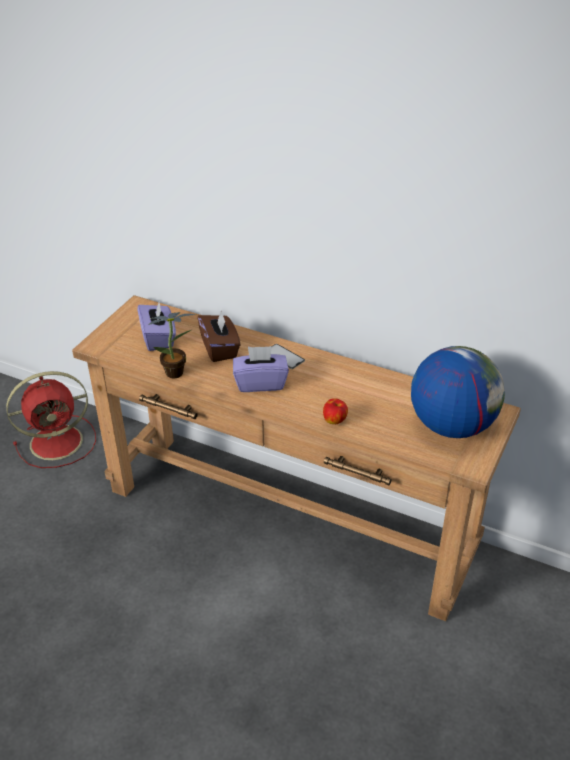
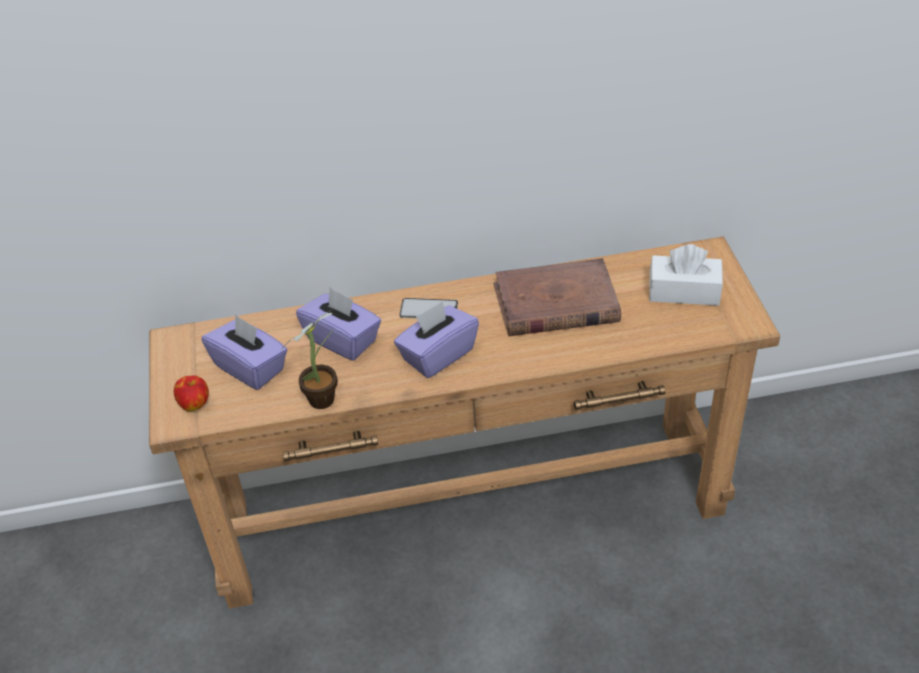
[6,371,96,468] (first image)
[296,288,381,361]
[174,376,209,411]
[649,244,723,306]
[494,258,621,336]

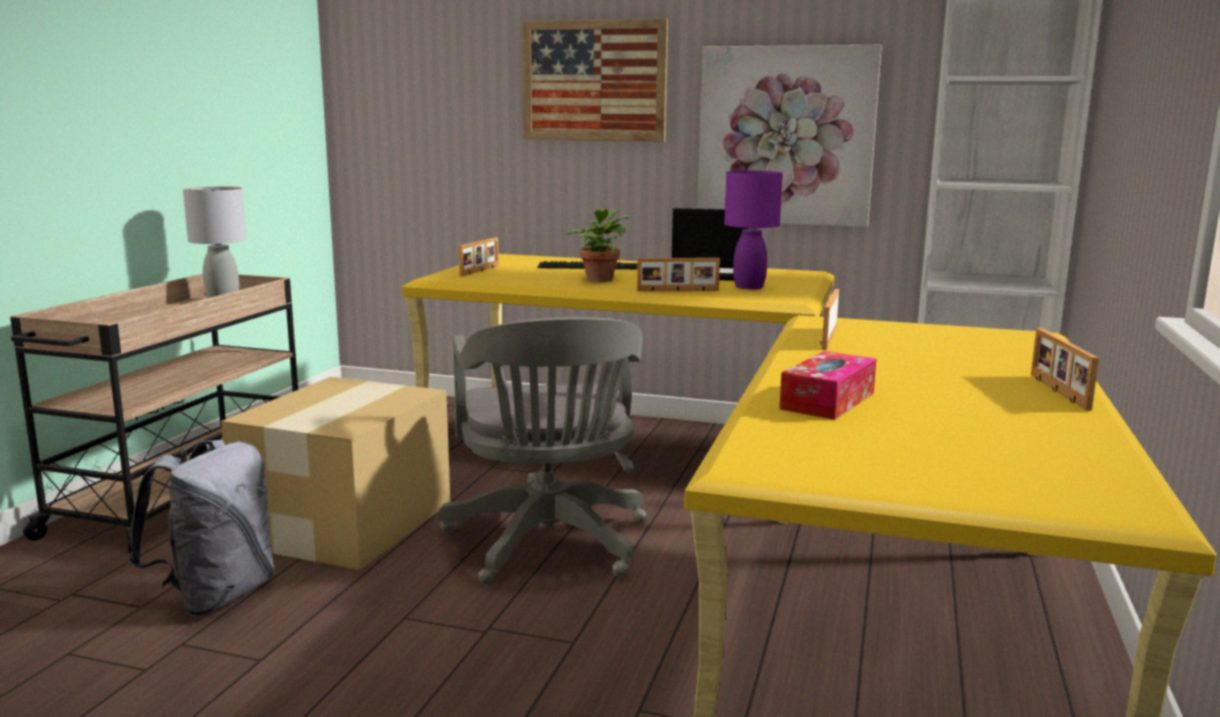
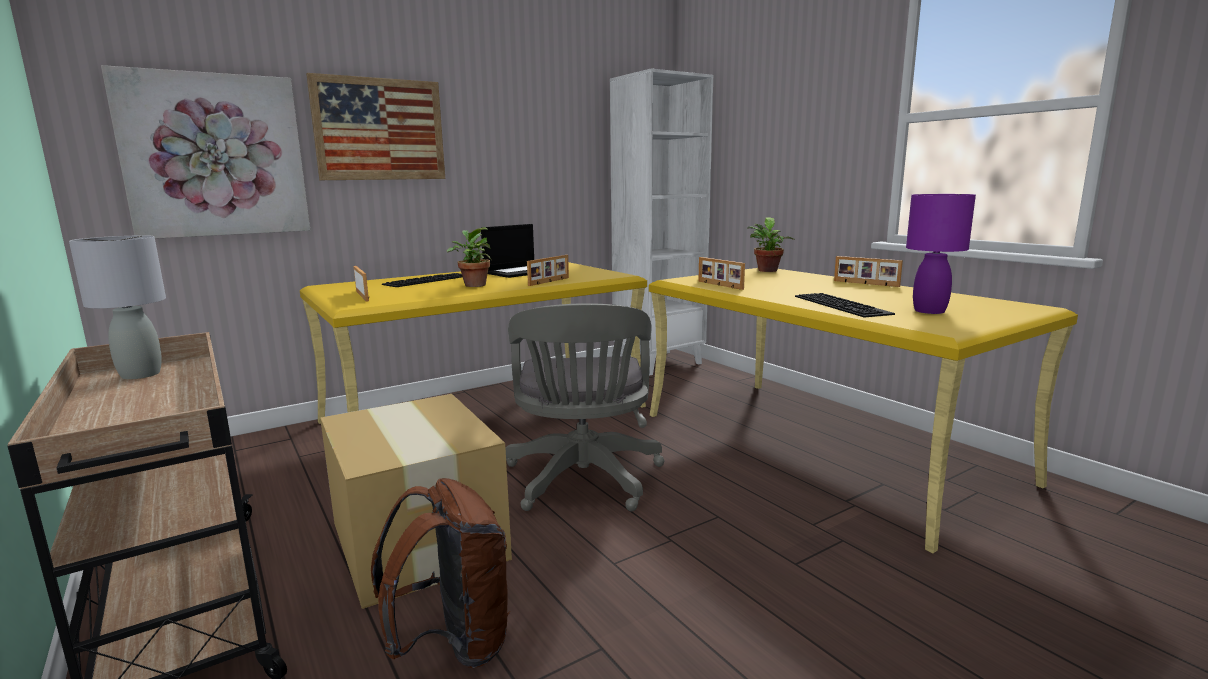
[371,478,510,668]
[506,303,664,511]
[101,65,310,239]
[906,194,976,314]
[795,293,895,318]
[747,217,795,272]

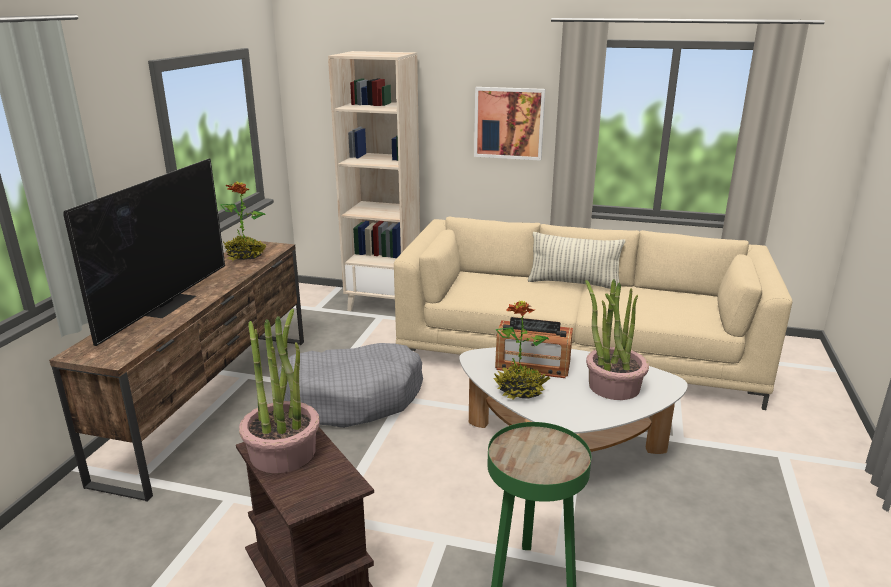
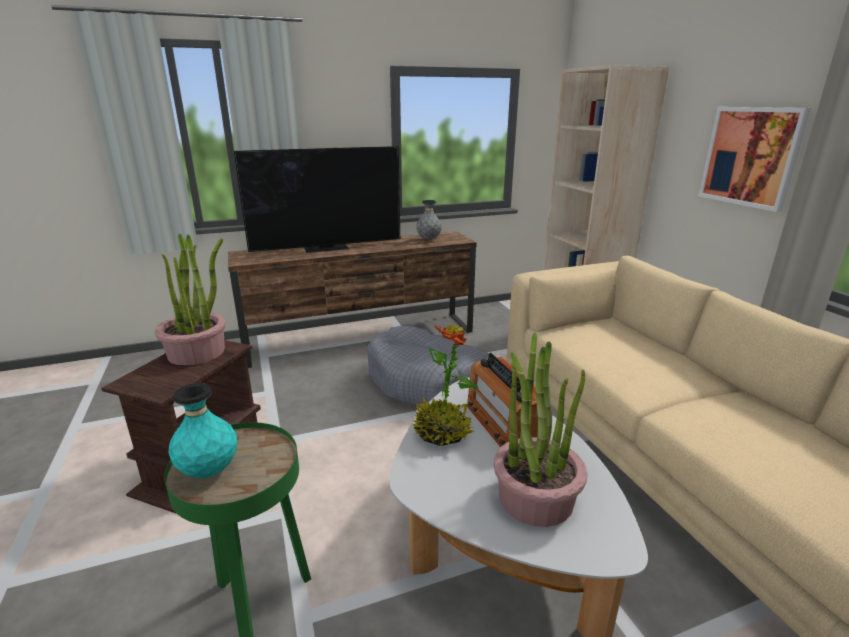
[416,200,442,240]
[528,232,625,291] (first image)
[168,383,237,478]

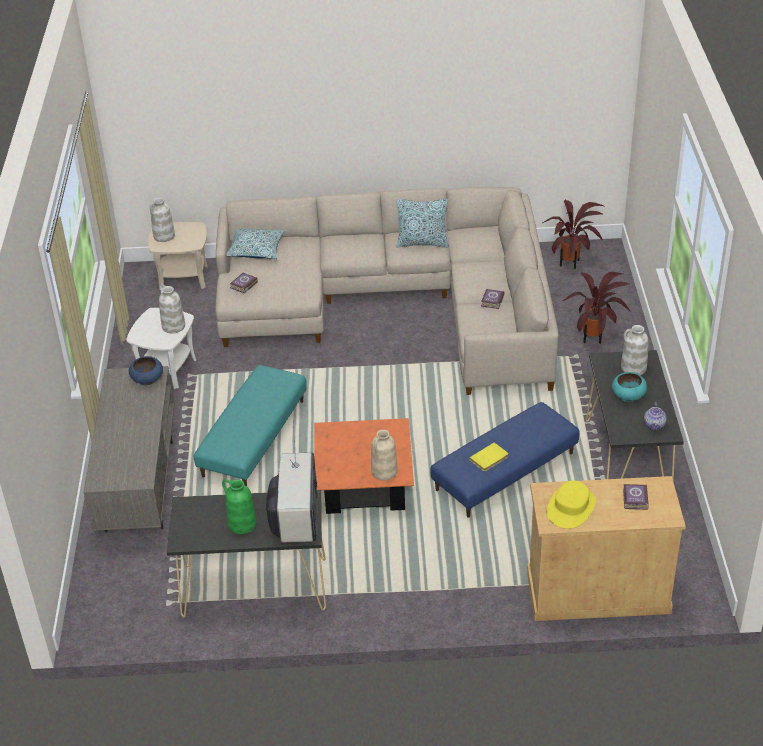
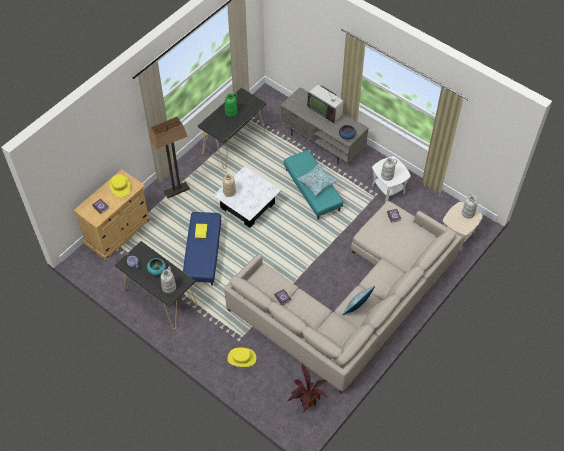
[297,164,338,196]
[307,85,344,123]
[213,166,281,228]
[228,348,256,367]
[149,116,190,198]

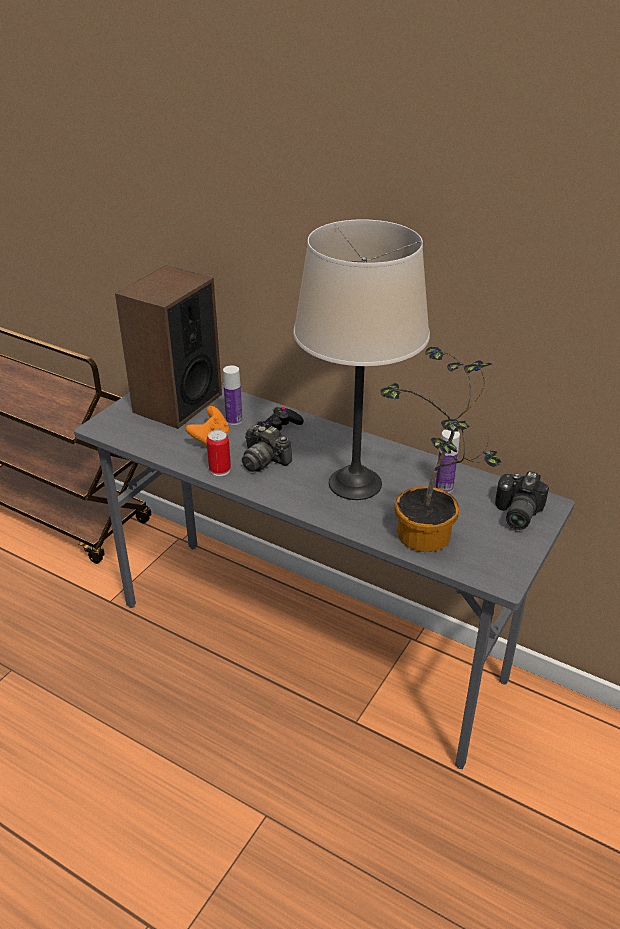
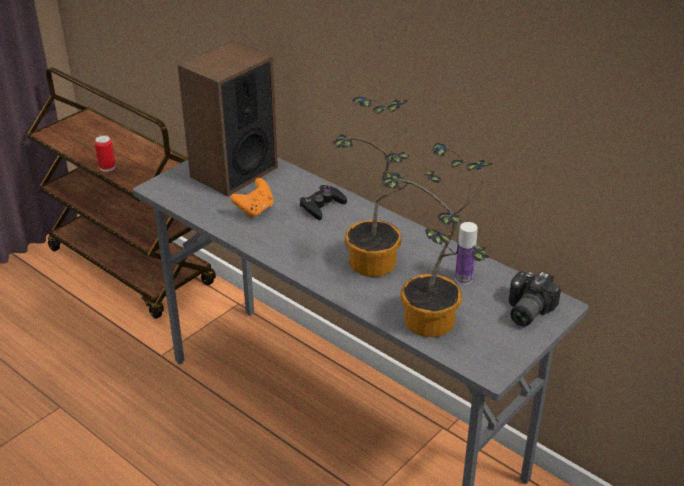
[95,135,116,172]
[223,365,242,425] (first image)
[242,425,292,472] (first image)
[333,97,441,277]

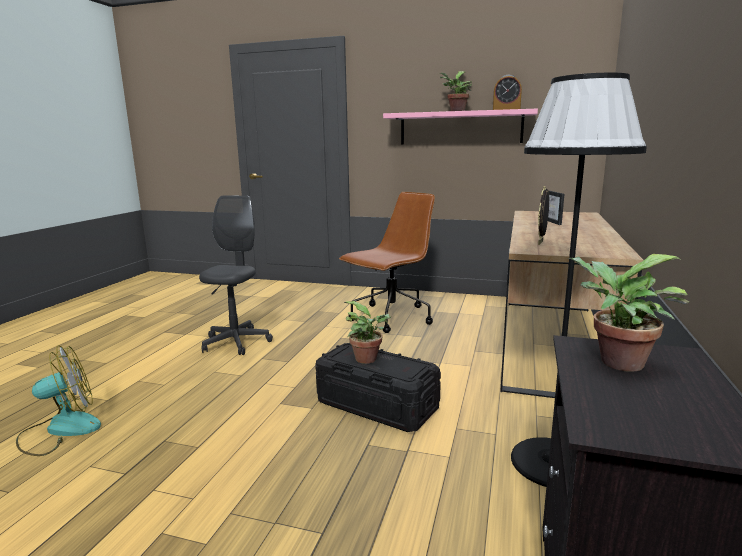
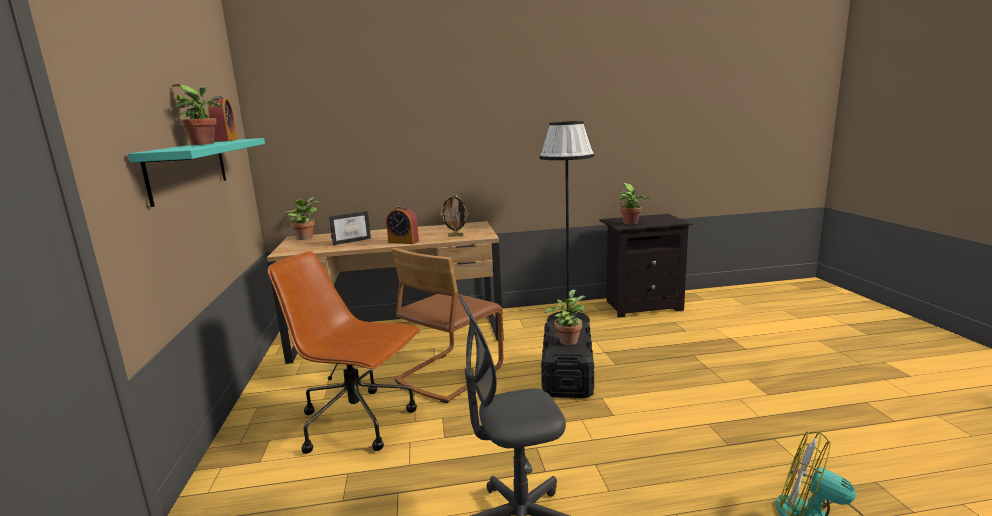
[128,138,265,207]
[283,198,319,240]
[386,206,419,244]
[392,248,503,403]

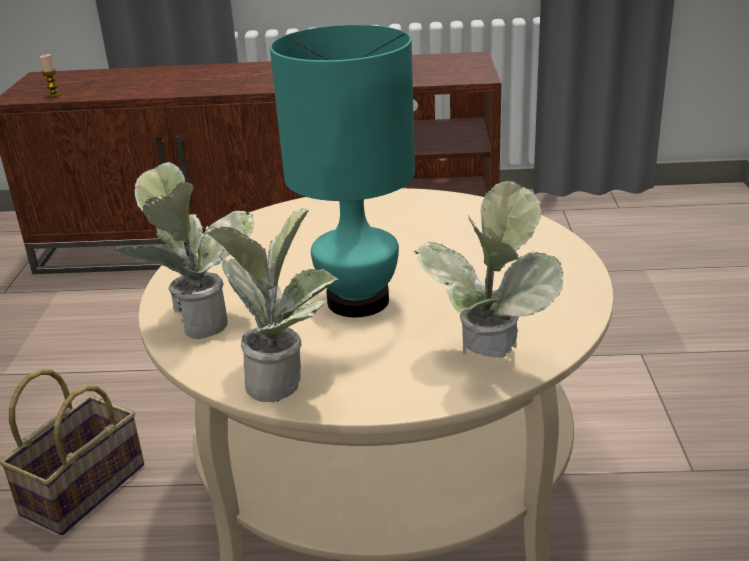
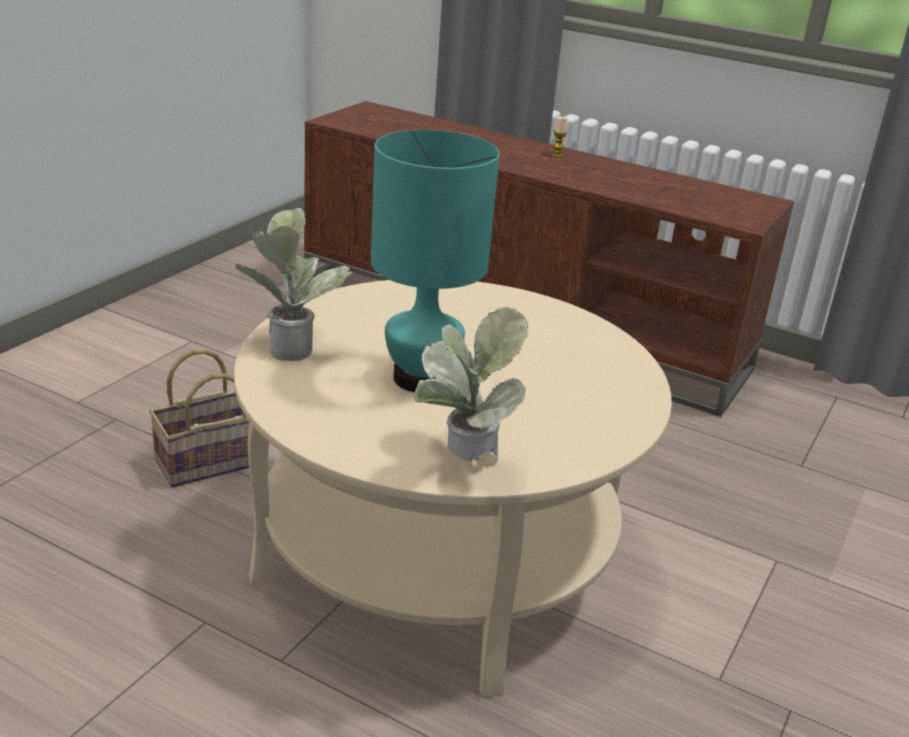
[551,116,568,157]
[204,208,339,402] (first image)

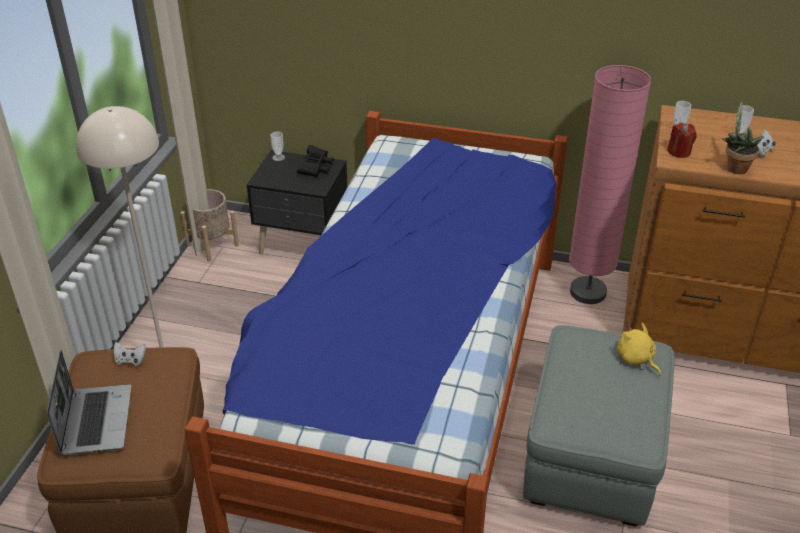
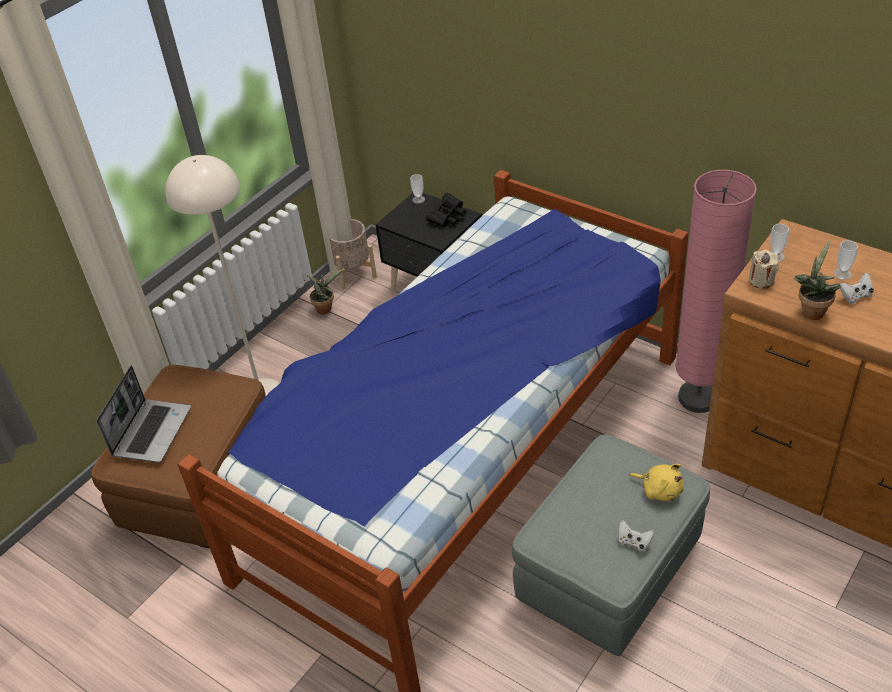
[618,520,654,552]
[630,464,684,501]
[749,250,779,289]
[306,268,344,314]

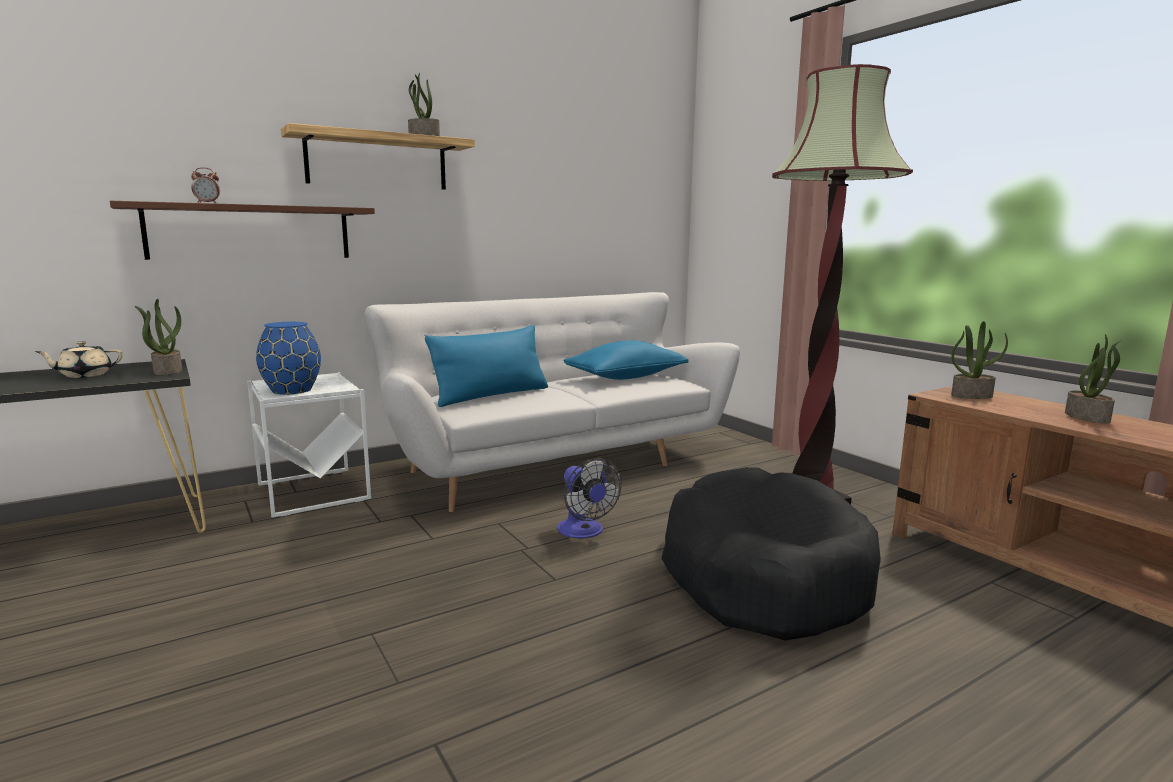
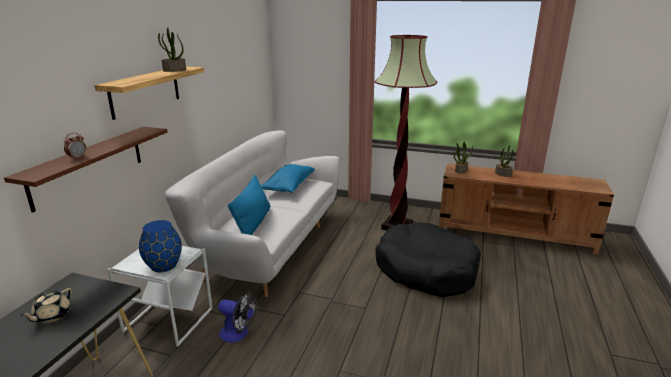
[135,299,182,375] (first image)
[218,293,257,343]

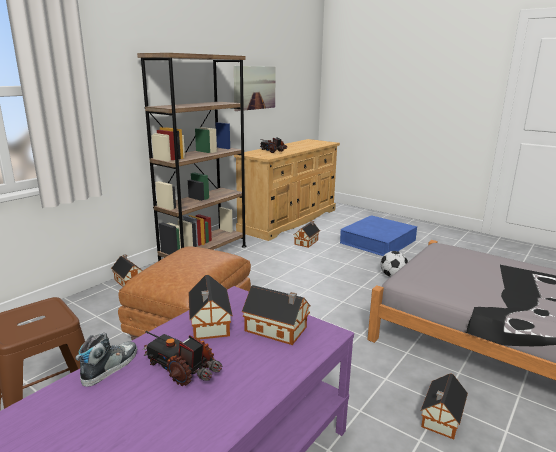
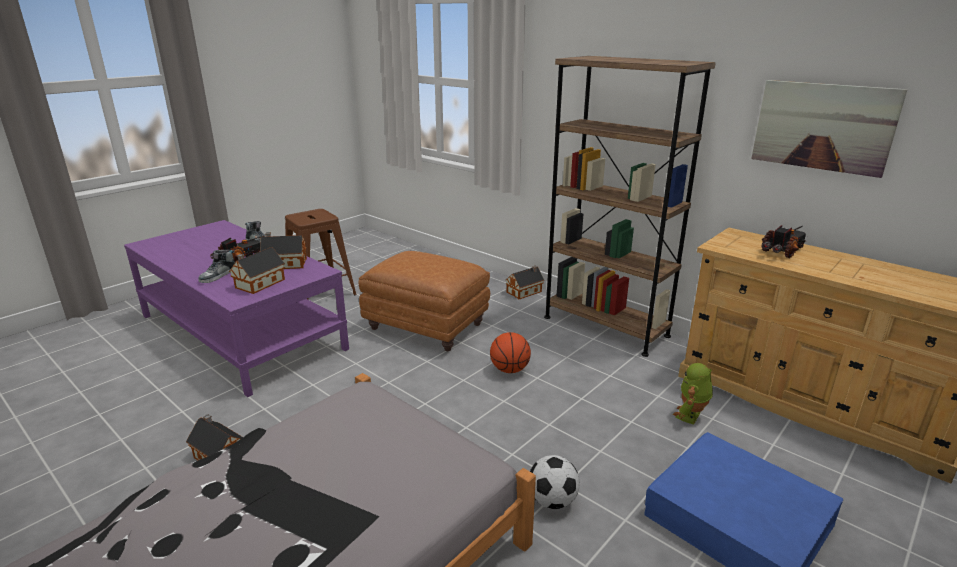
[673,363,713,425]
[198,250,235,283]
[490,332,531,373]

